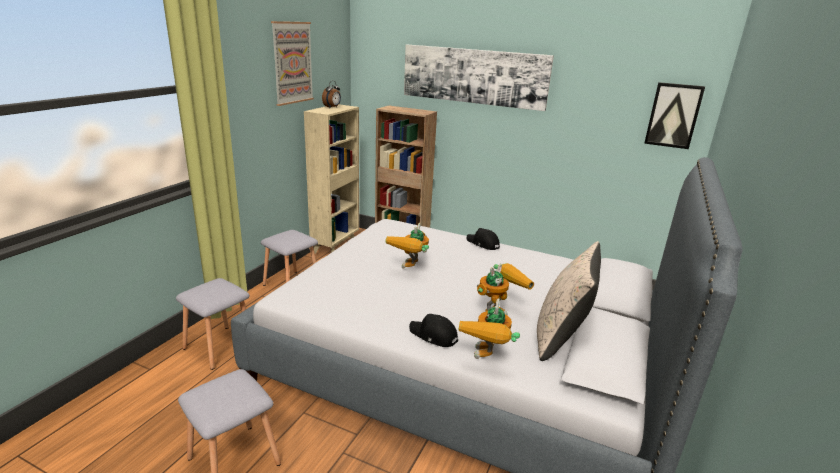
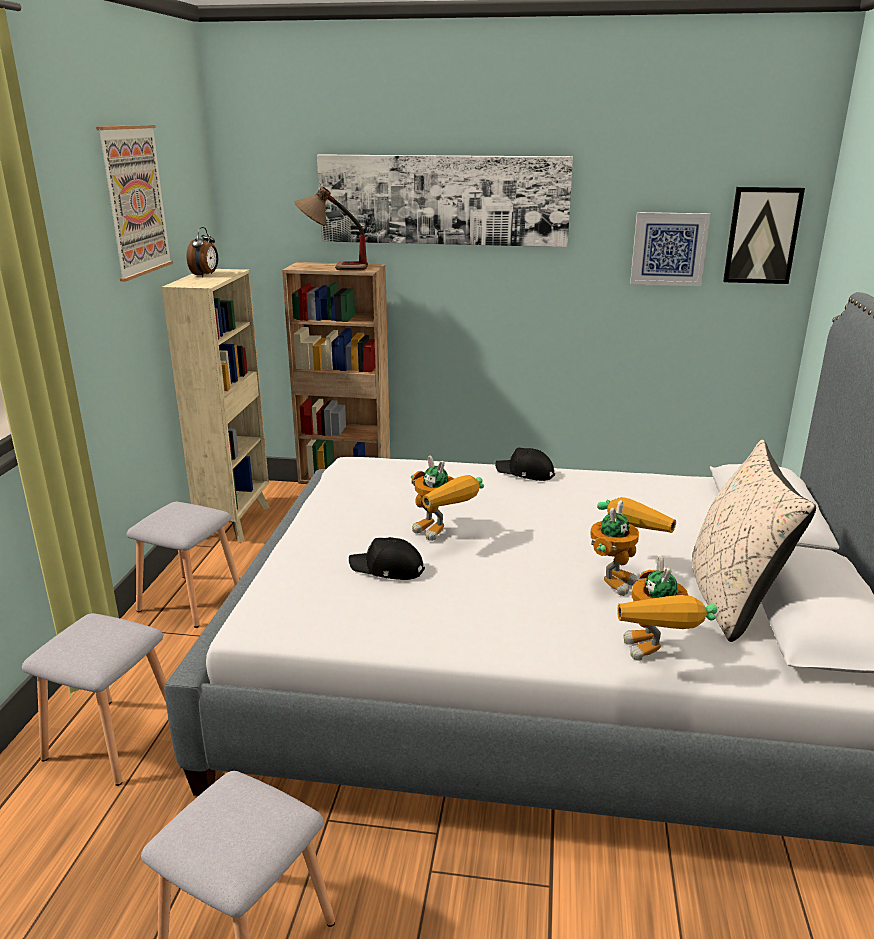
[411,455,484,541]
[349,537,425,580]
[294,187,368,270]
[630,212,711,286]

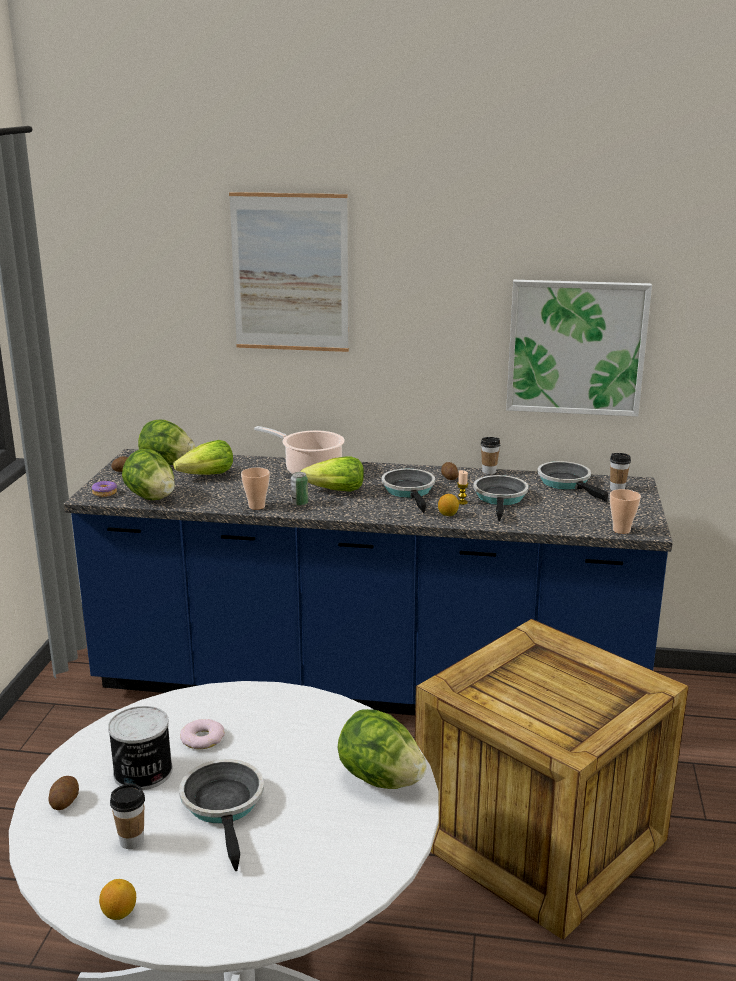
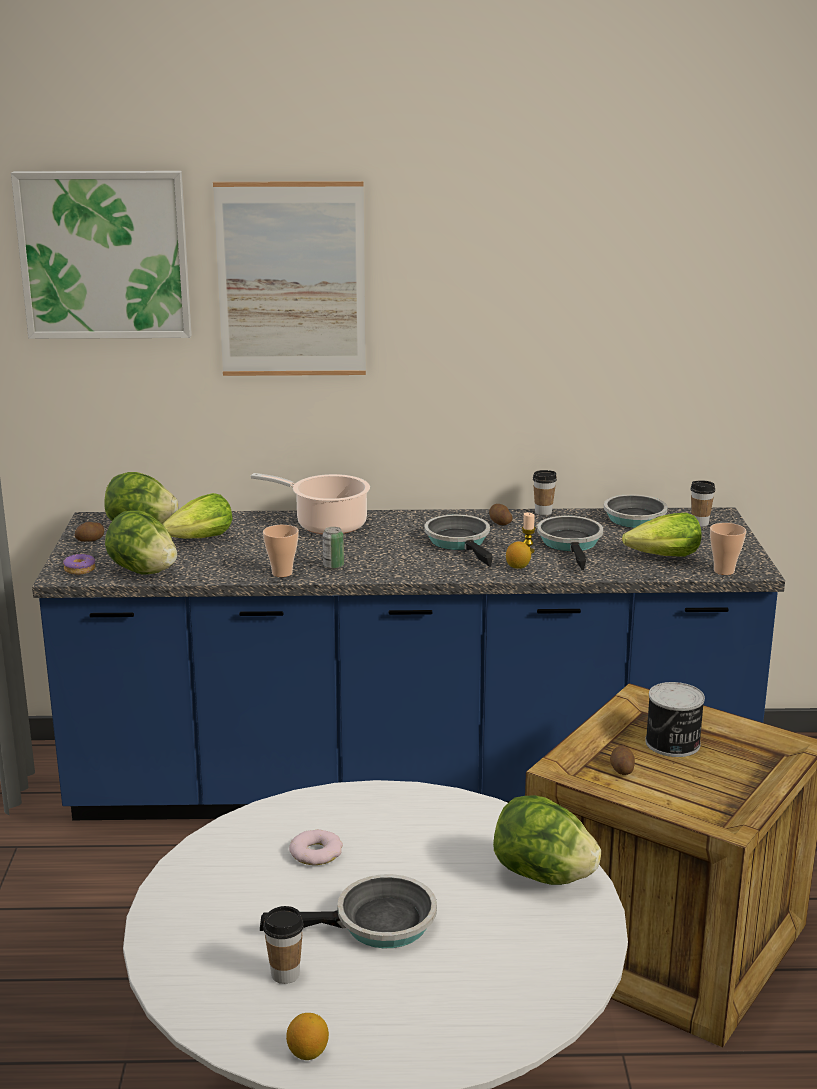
[610,746,635,775]
[645,682,705,757]
[260,874,437,948]
[622,513,701,557]
[11,171,192,339]

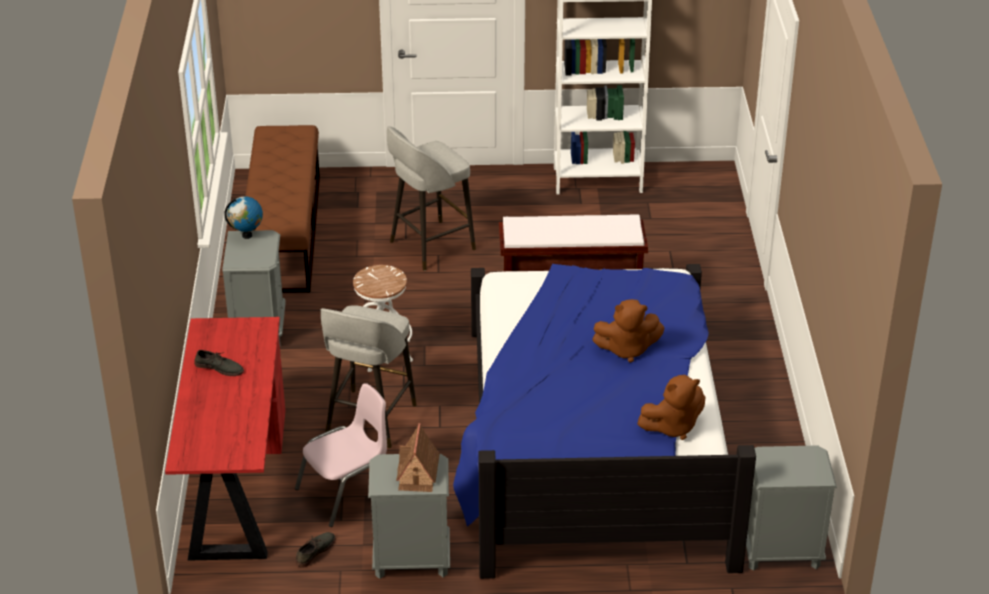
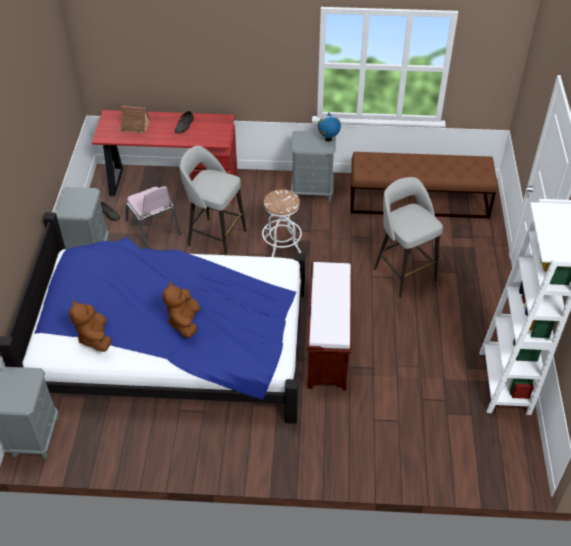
[118,106,150,134]

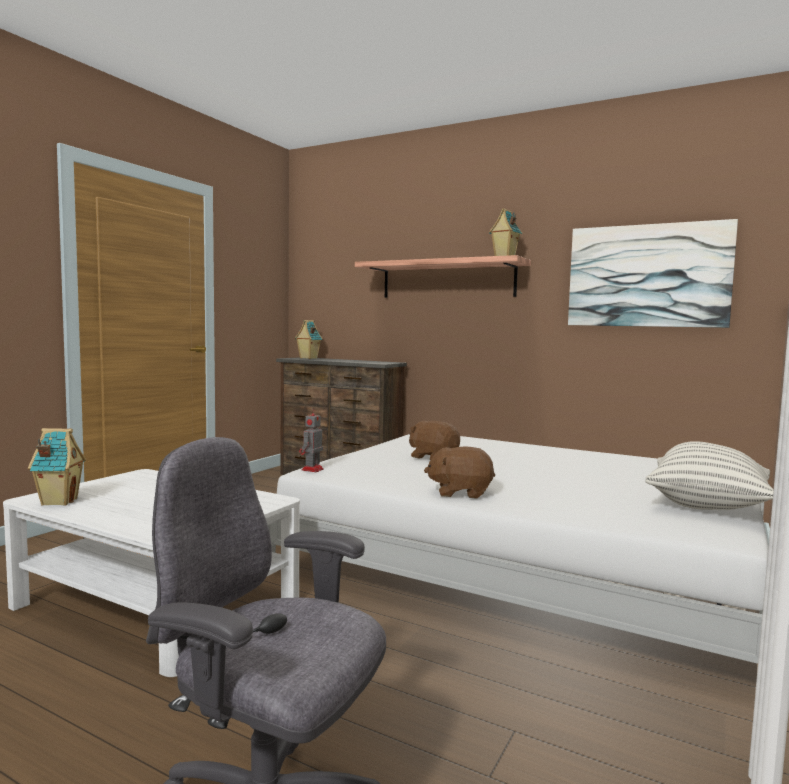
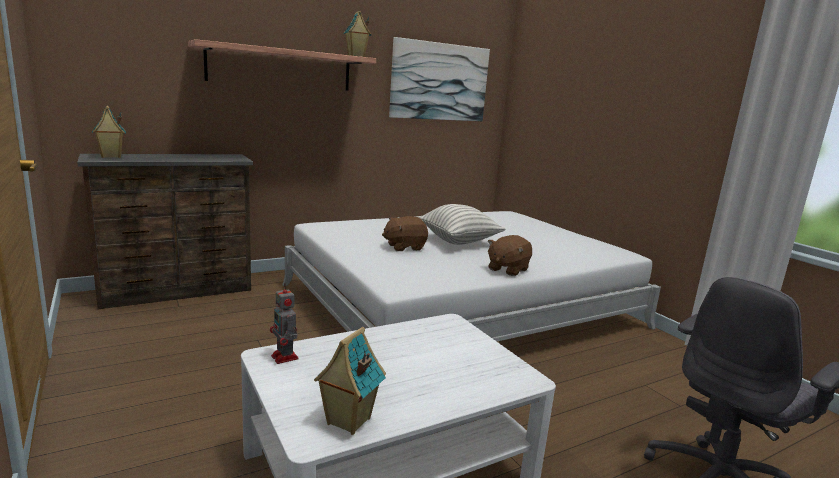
[270,283,299,364]
[418,204,505,245]

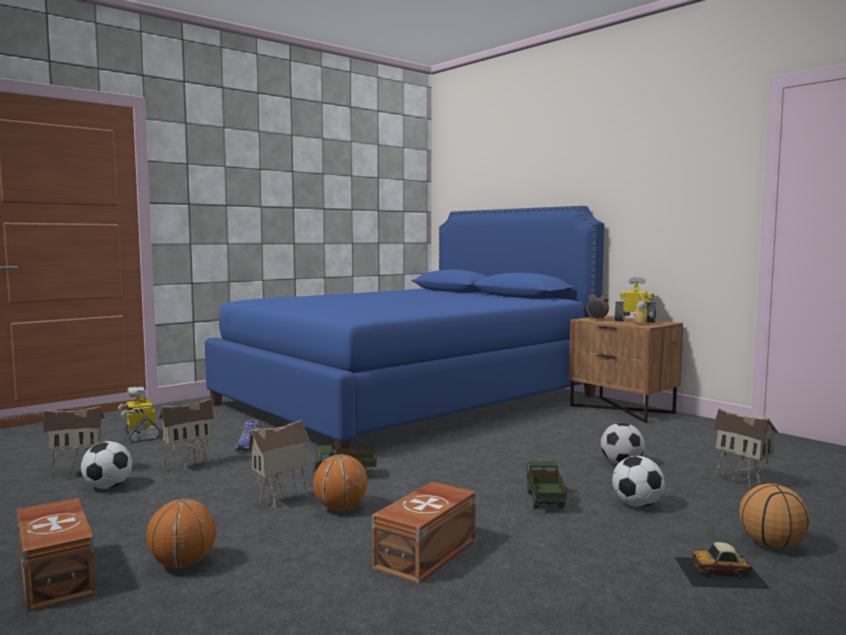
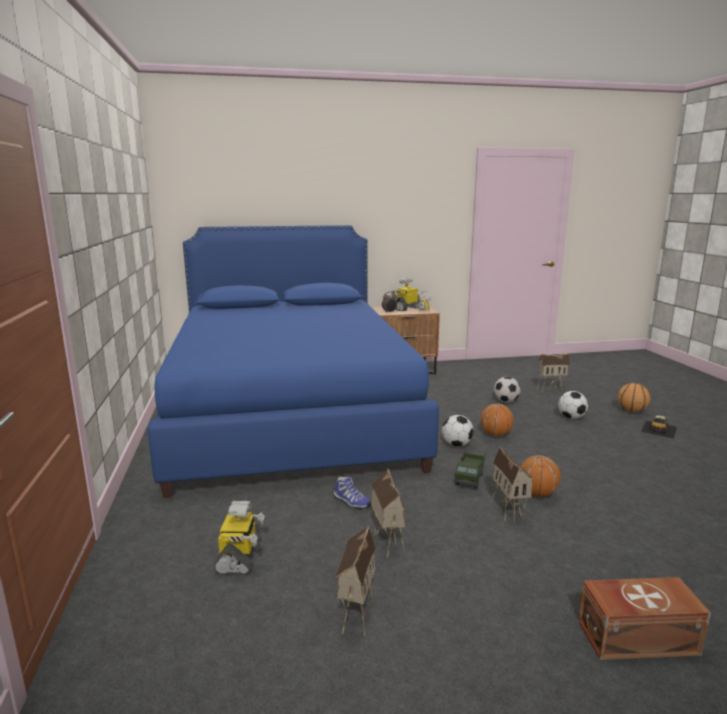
[442,415,474,447]
[213,501,265,575]
[481,403,514,436]
[372,482,476,584] (first image)
[526,461,567,508] (first image)

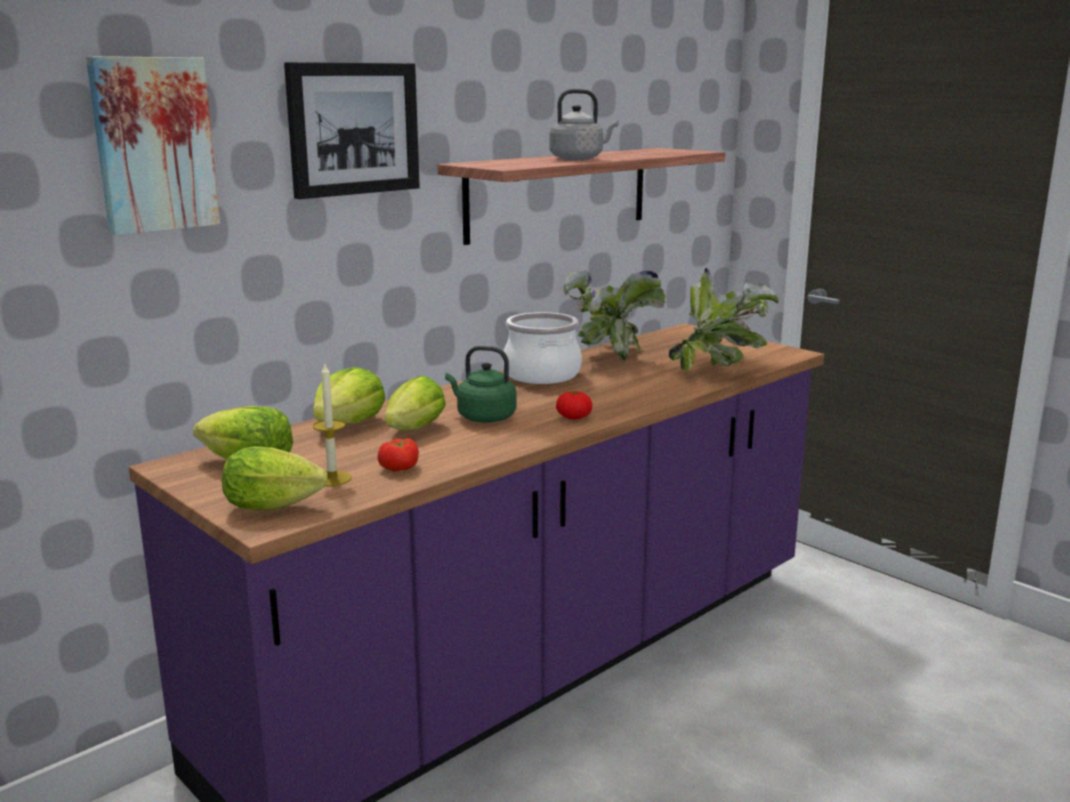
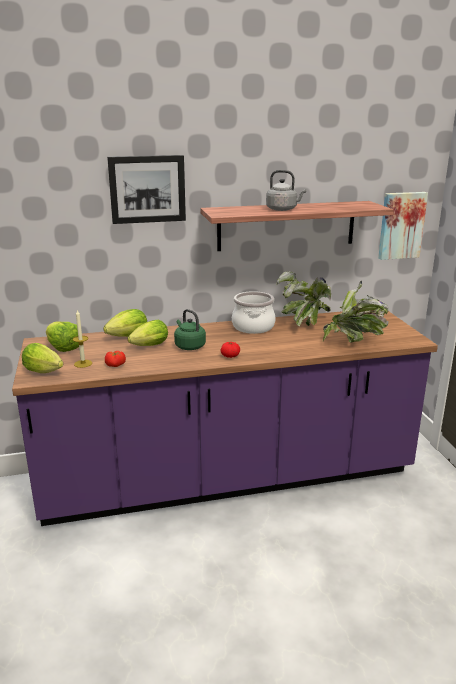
[378,192,428,260]

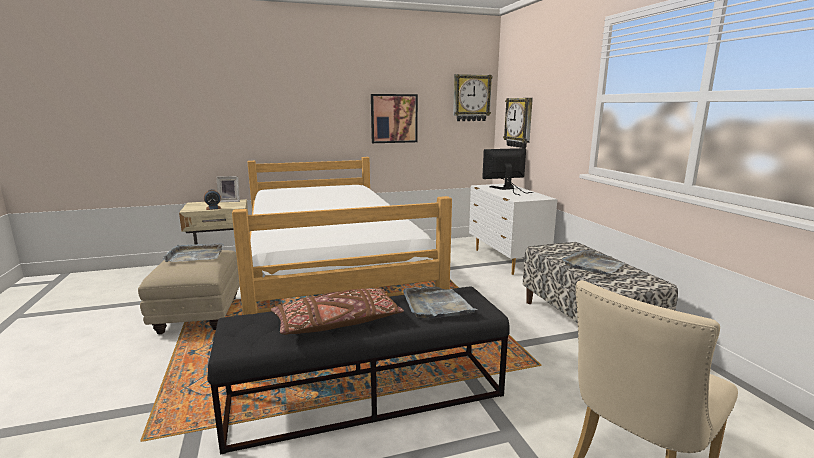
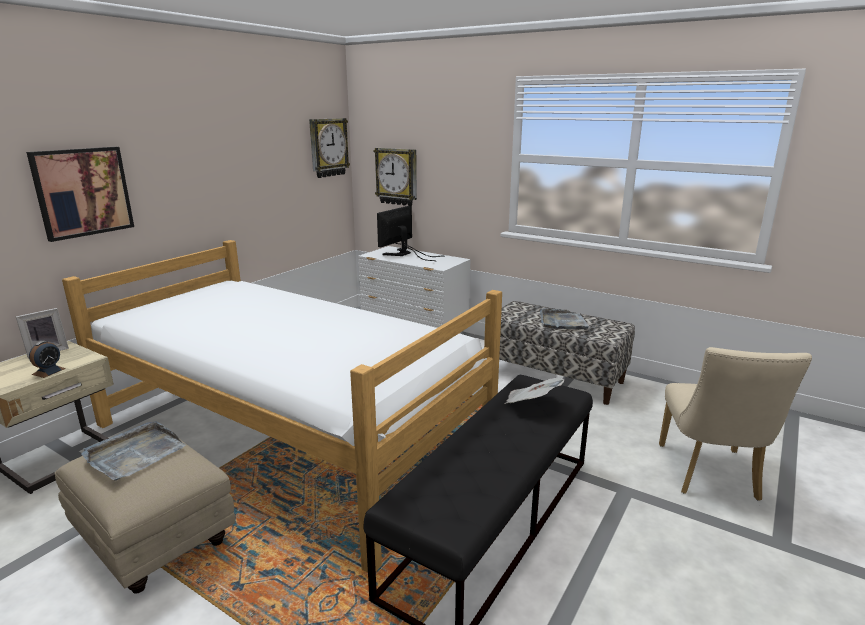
[271,288,404,335] (first image)
[26,147,134,242]
[505,376,564,404]

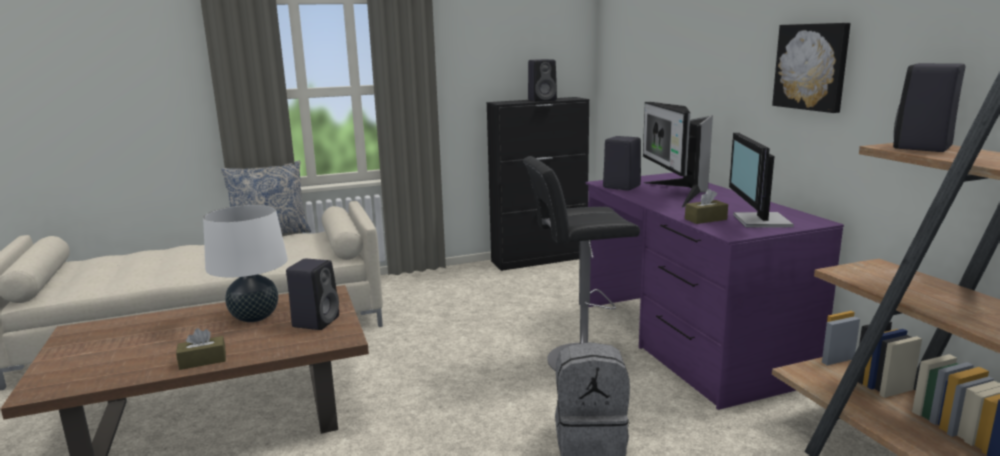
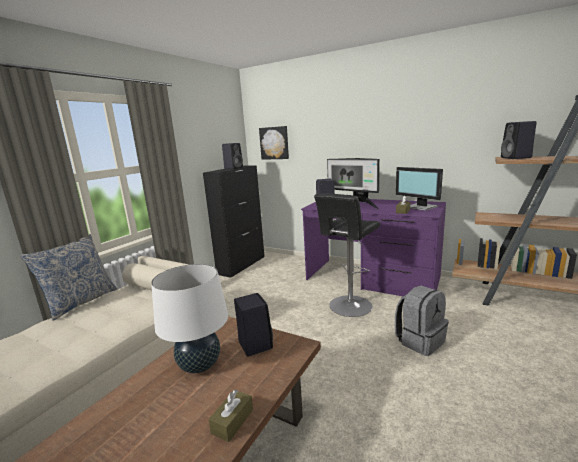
[259,126,289,160]

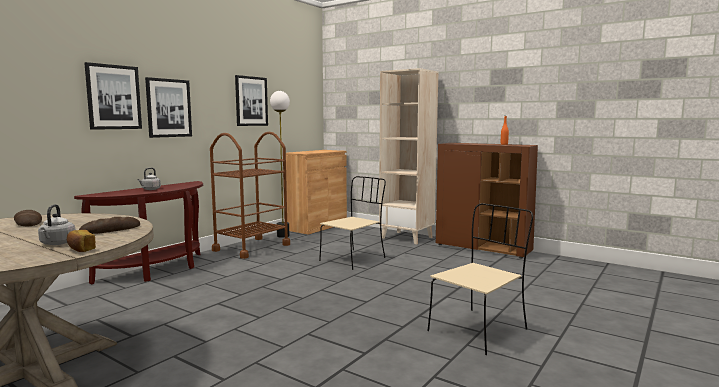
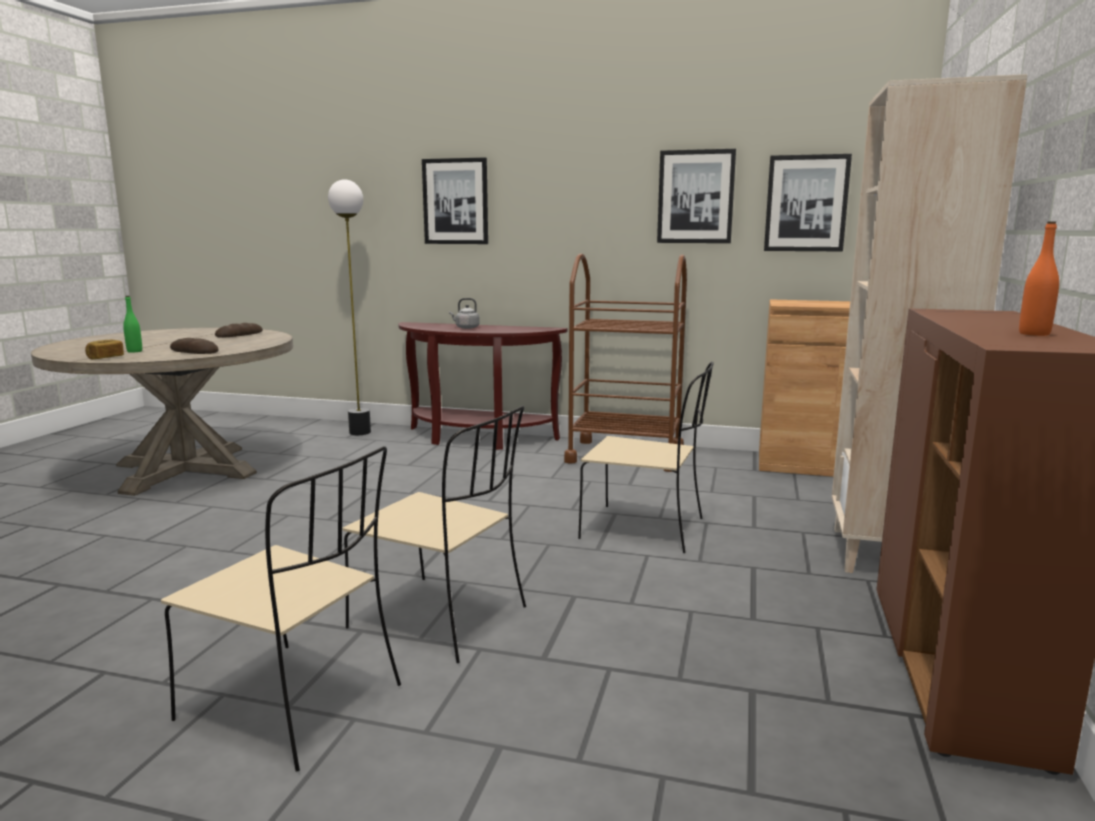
[123,296,142,353]
[764,154,852,252]
[328,179,371,435]
[342,406,526,663]

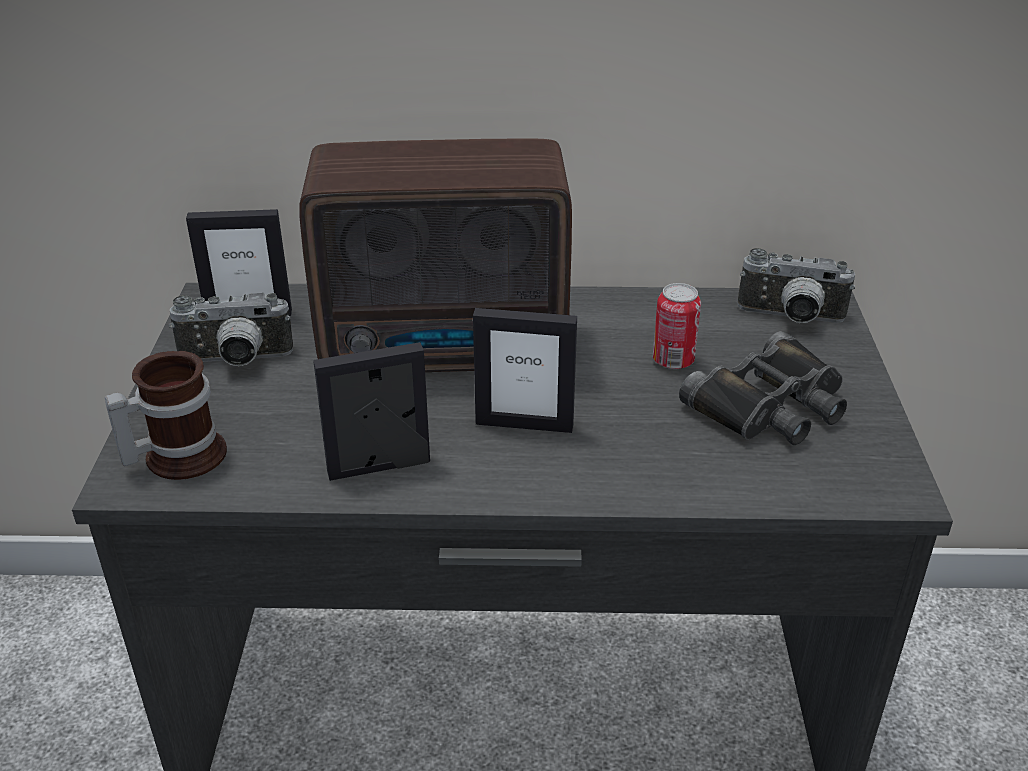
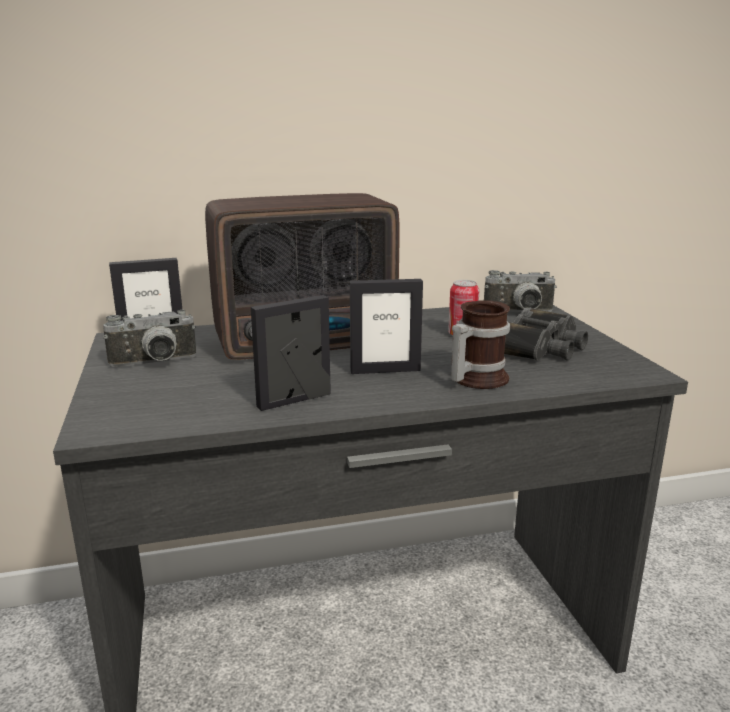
[451,300,510,389]

